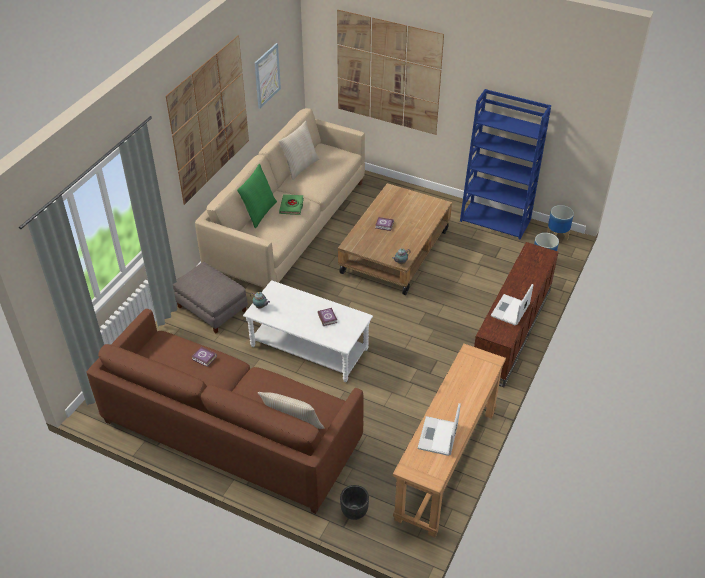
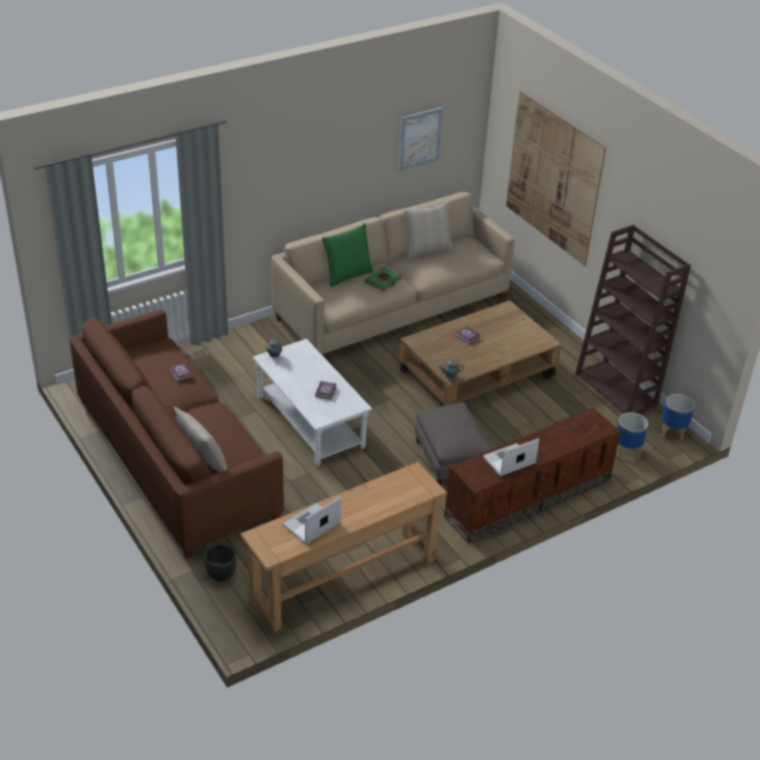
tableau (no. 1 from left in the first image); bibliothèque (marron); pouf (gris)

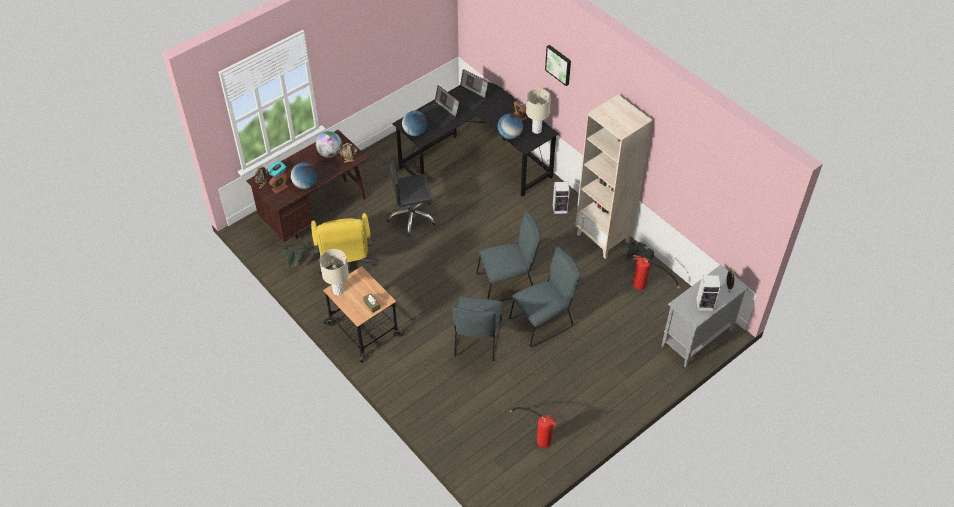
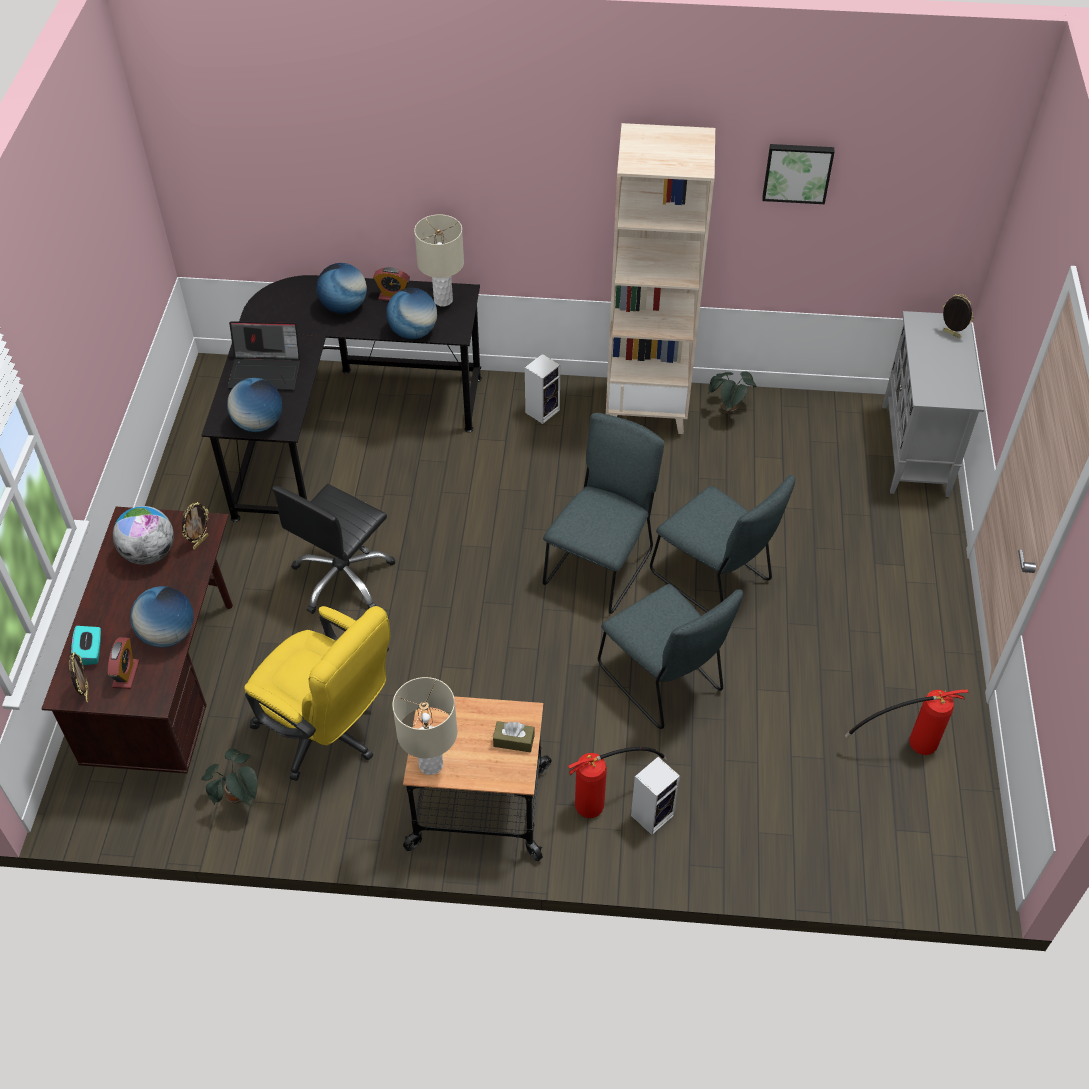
tableau; ordinateur portable (no. 2 from left in the first image); chaise (gris) (no. 3 from left); extincteur (no. 1 from left); enceinte (no. 2 from left); globe (no. 4 from left)

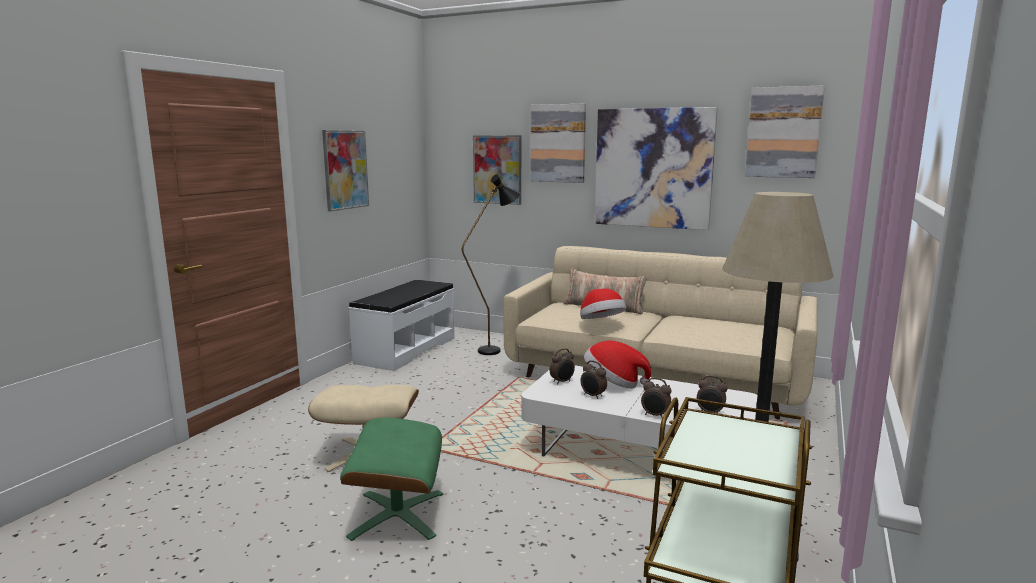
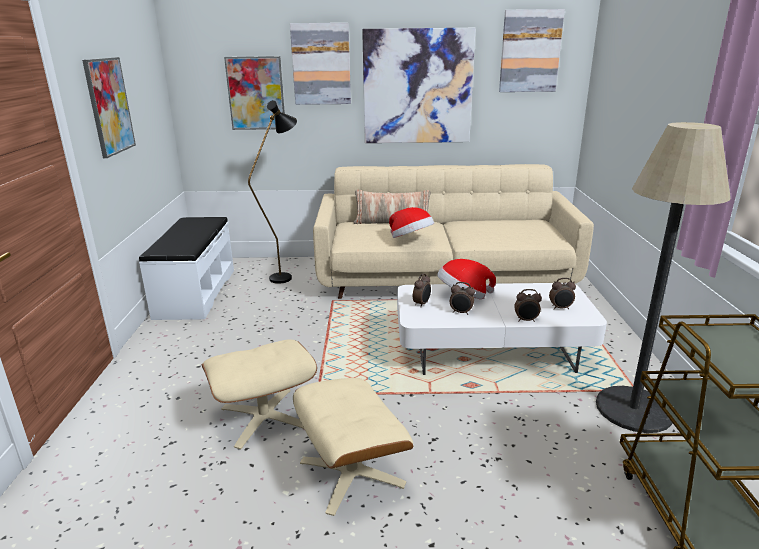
pouf (beige) (no. 2 from left)

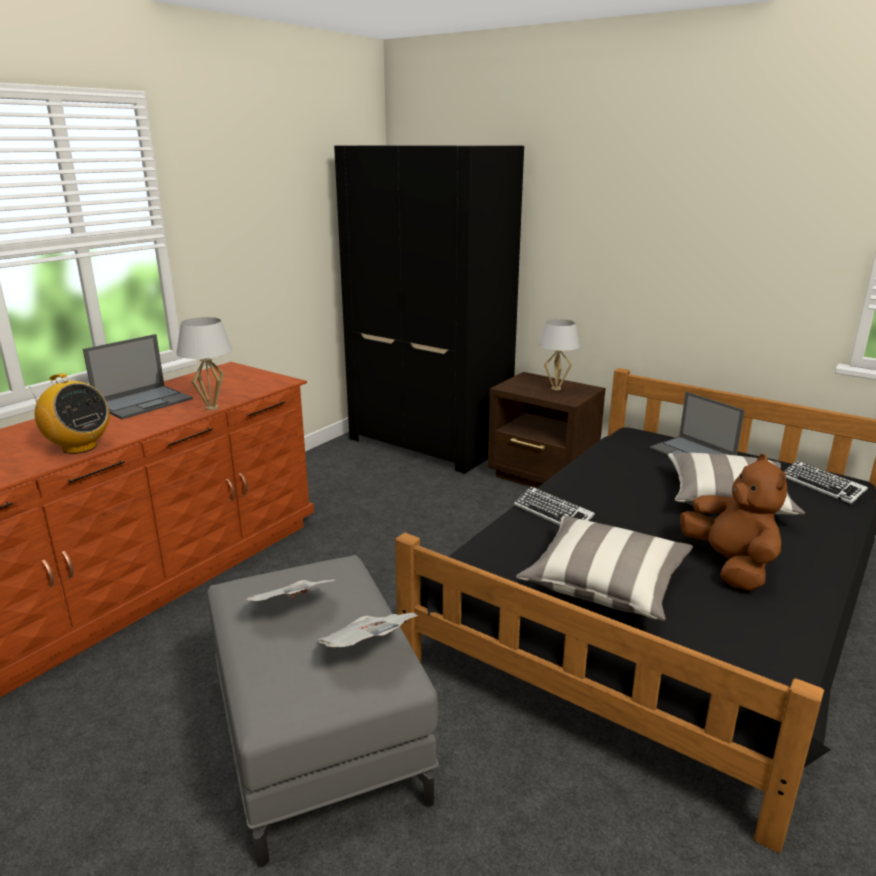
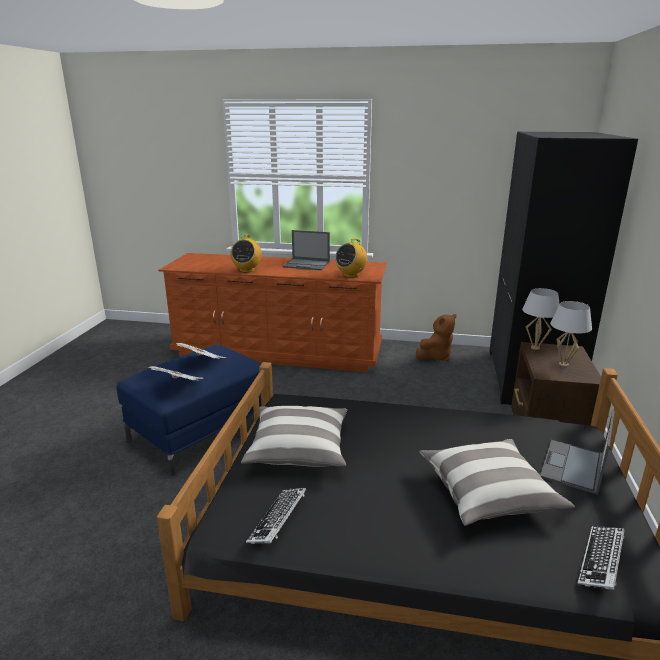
lampe de table (blanc) (no. 1 from left); peluche (marron); clavier (no. 1 from left); pouf (bleu); radio (no. 2 from left)

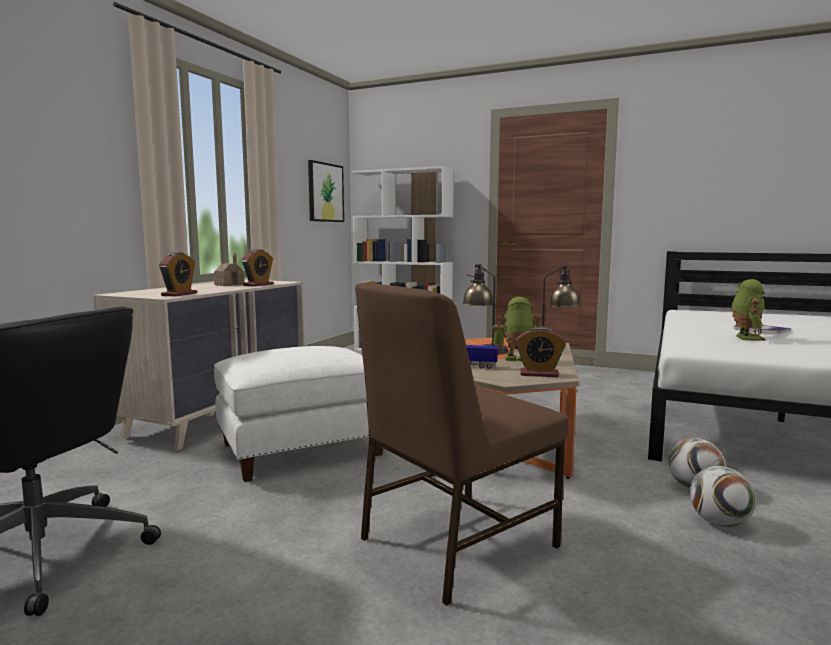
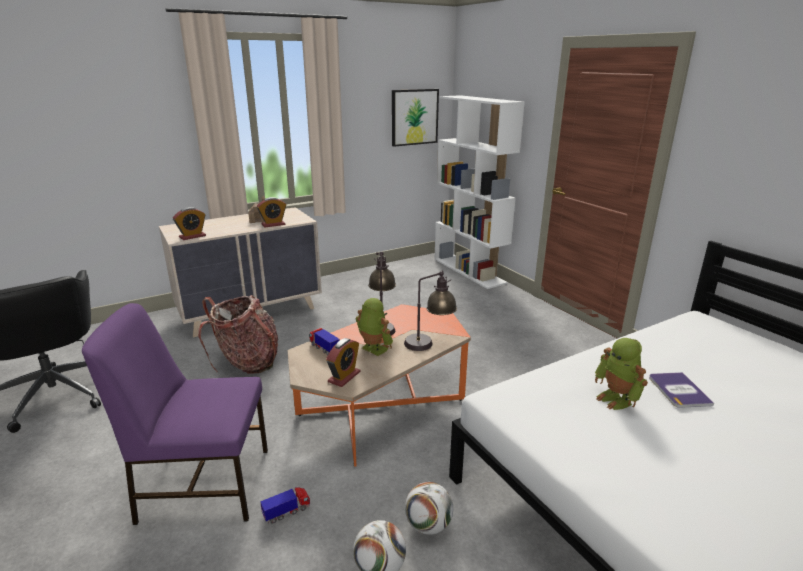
robot jouet (no. 2 from left); chaise (violet); réveil (no. 3 from left); sac à dos; camion jouet (no. 1 from left)

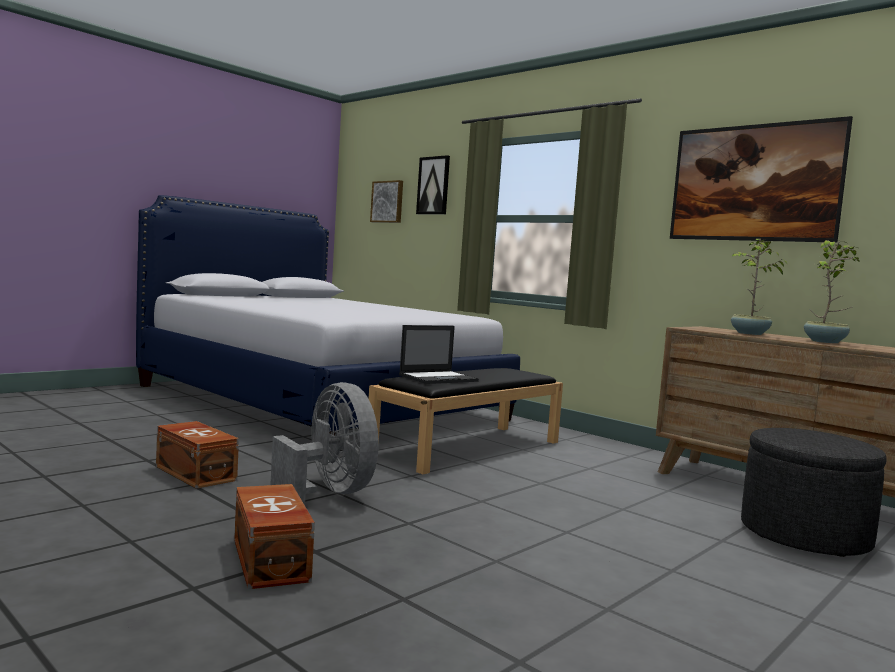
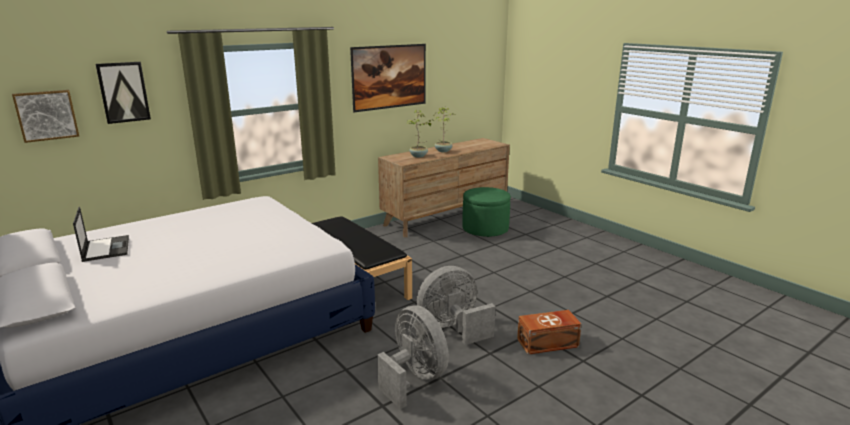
ordinateur portable; ventilateur (gris) (no. 1 from left); pouf (vert)

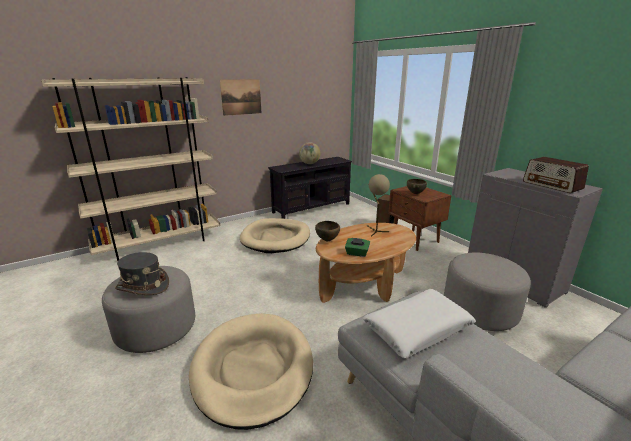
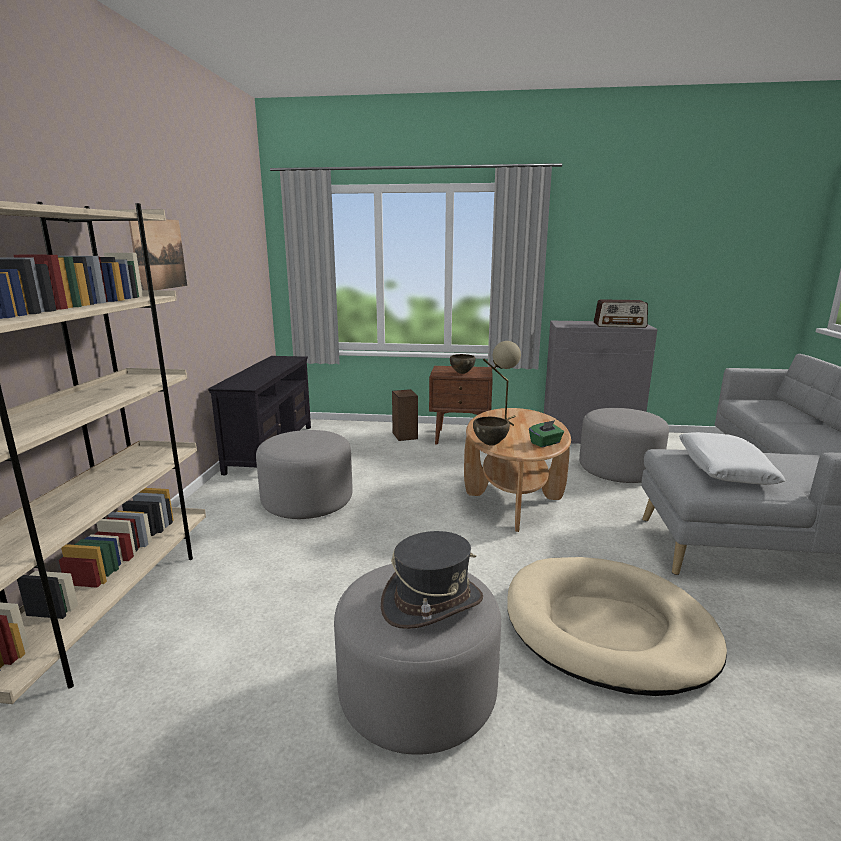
globe; pouf (gris) (no. 1 from left)

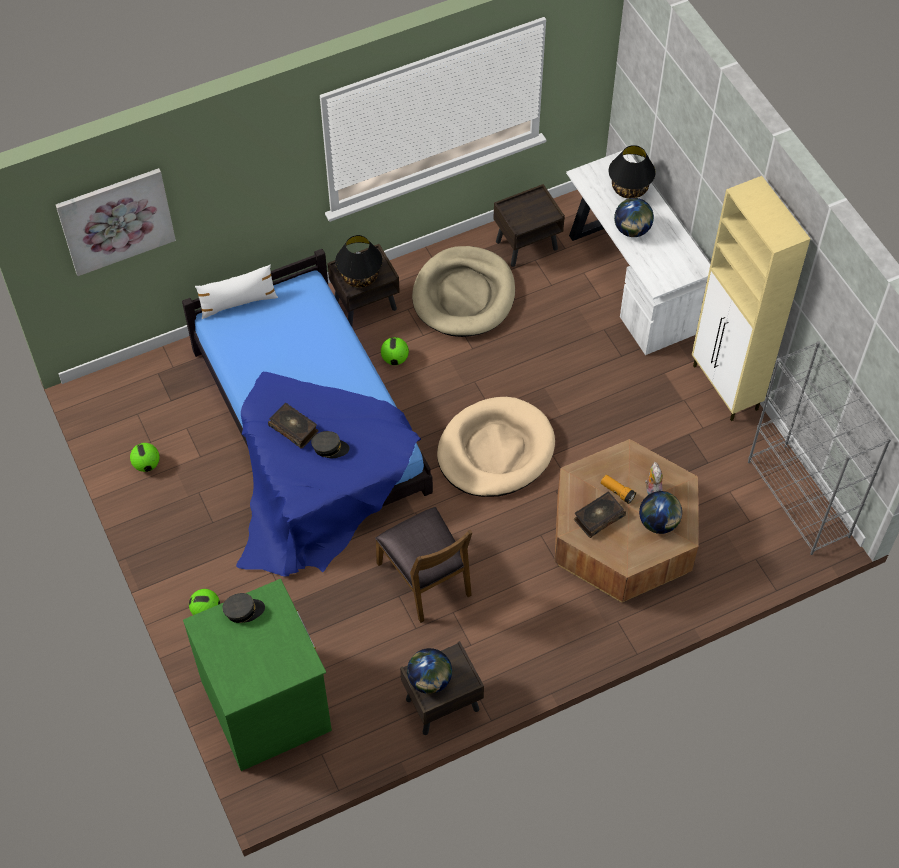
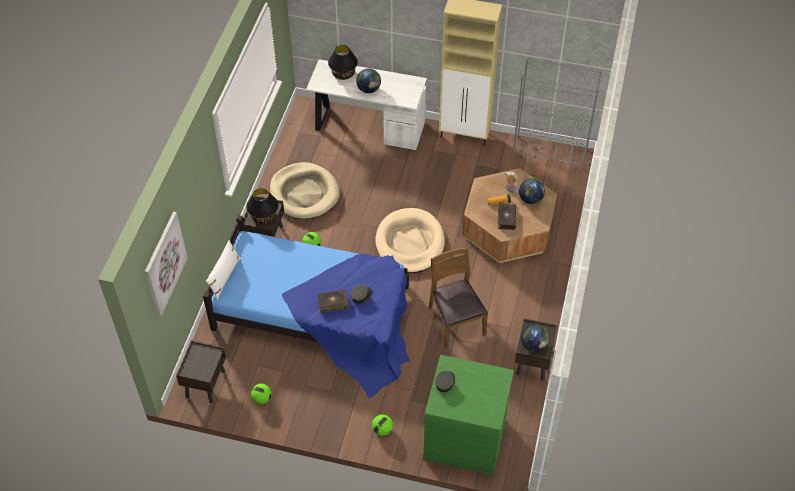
table de chevet (marron) (no. 1 from left); chaise (marron)

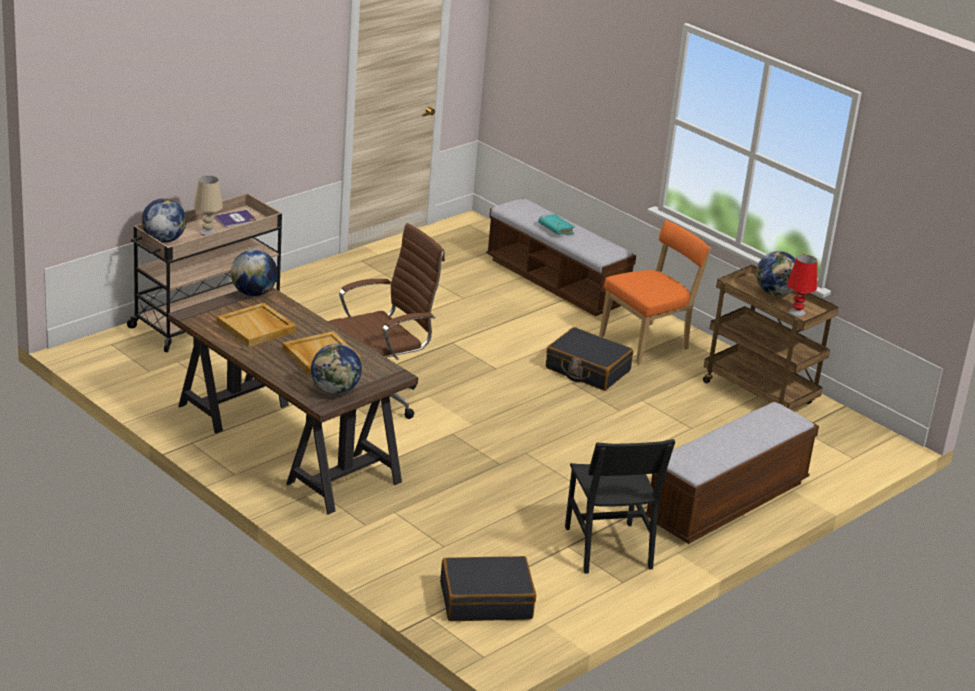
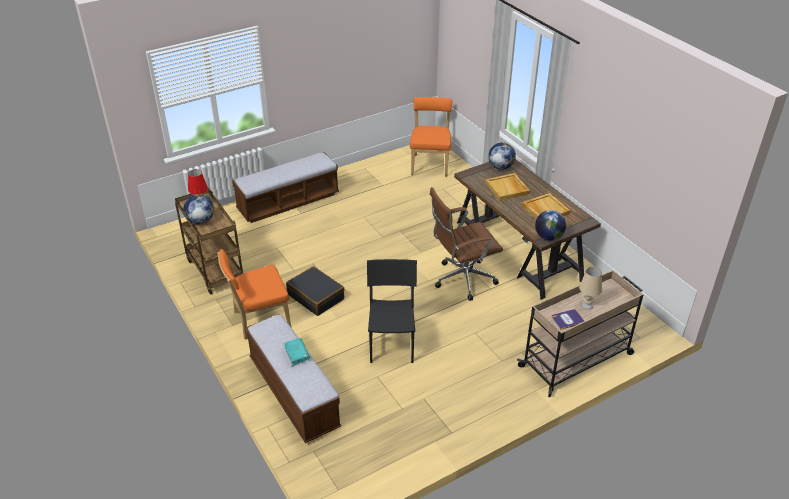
globe (no. 1 from left in the first image); chaise (noir); chaise (orange) (no. 2 from left)

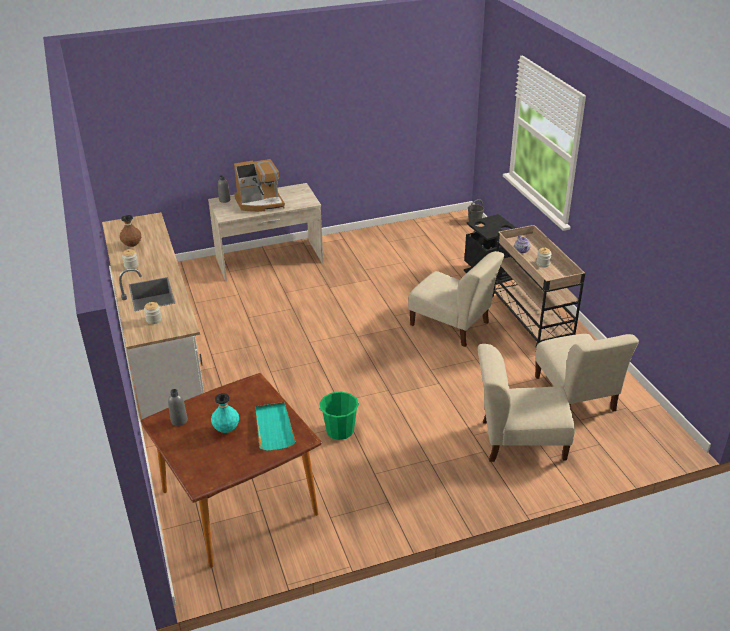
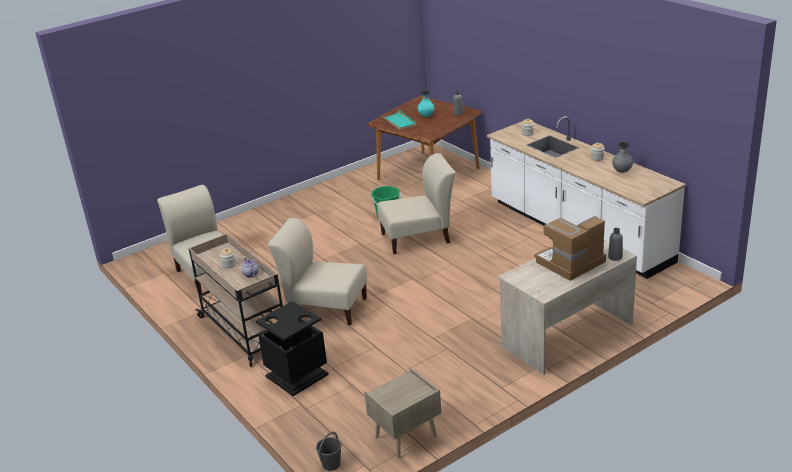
vase (gris); chaise (beige) (no. 3 from left); table de chevet (beige)

